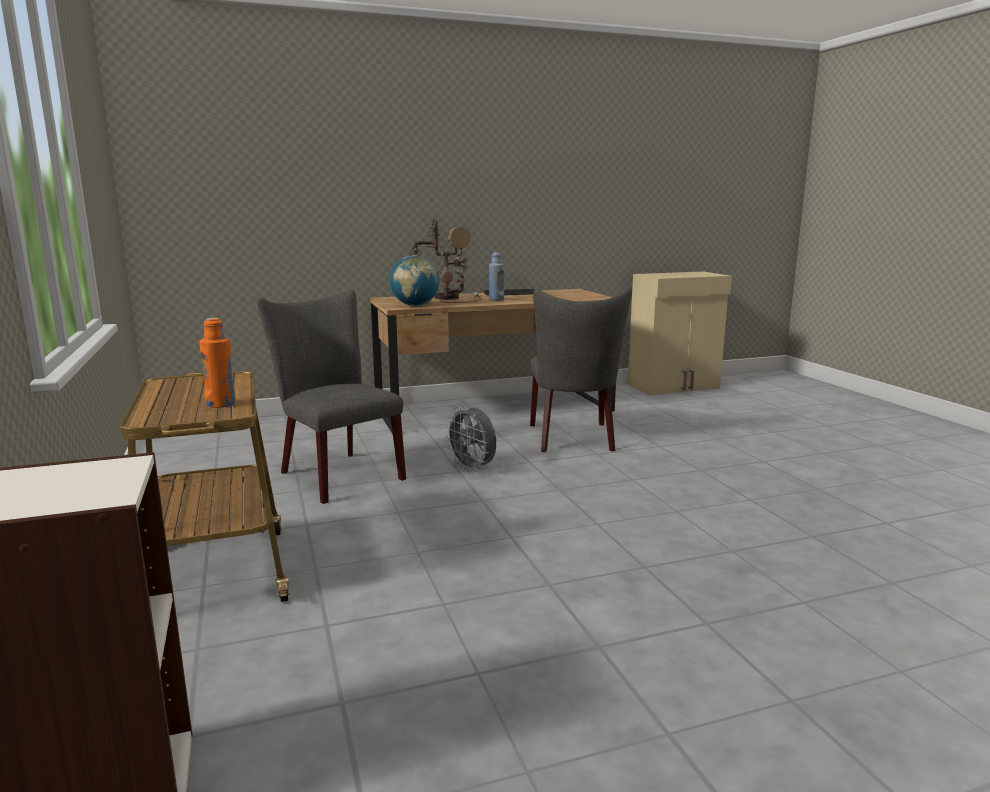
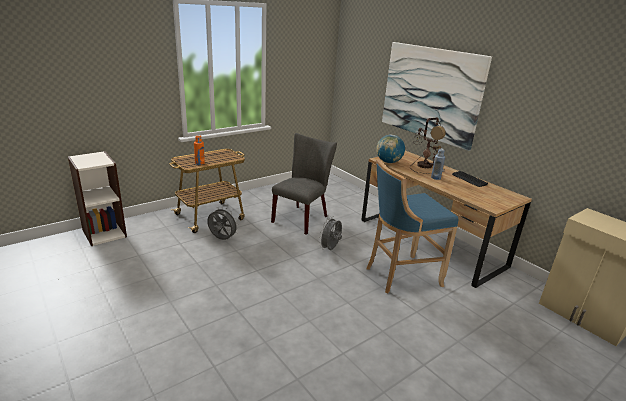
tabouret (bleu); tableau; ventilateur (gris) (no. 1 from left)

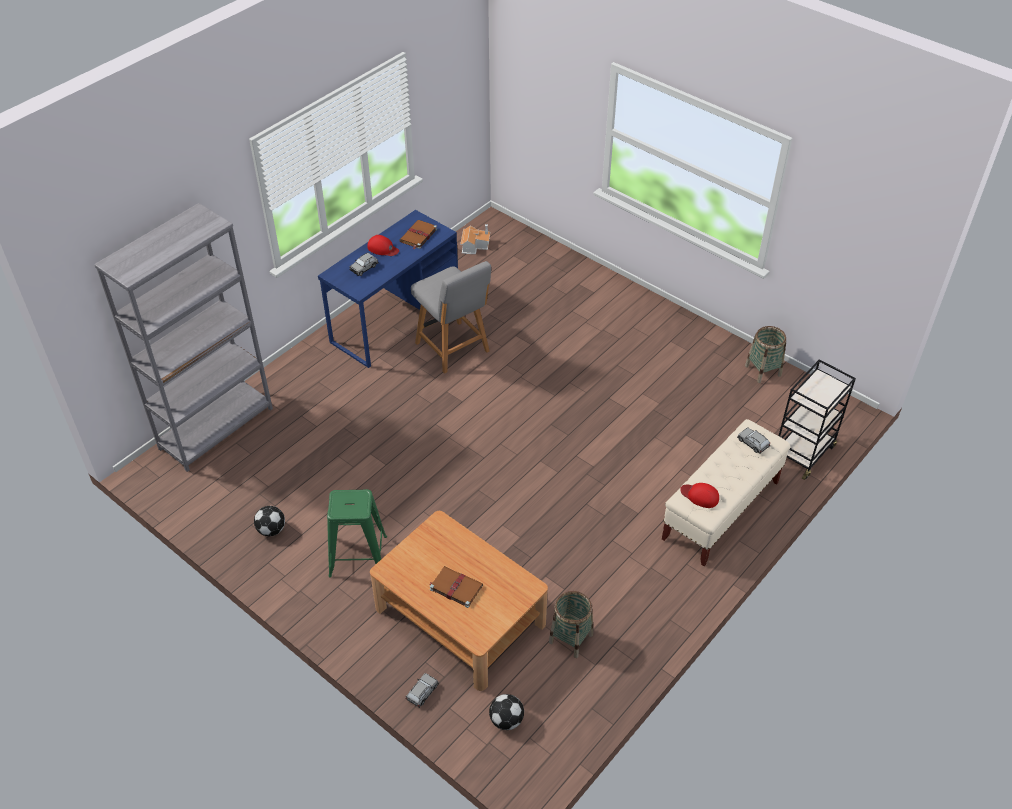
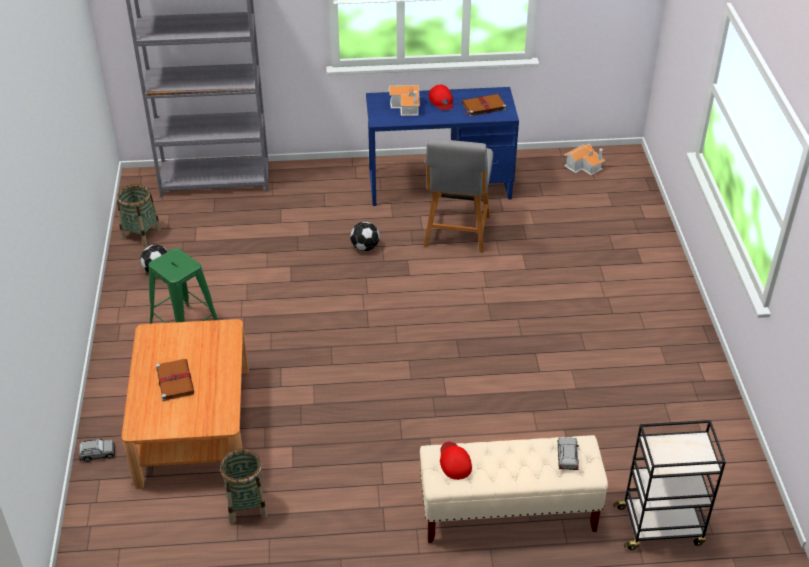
maison miniature (no. 1 from left); panier (no. 1 from left); ballon de foot (no. 2 from left)

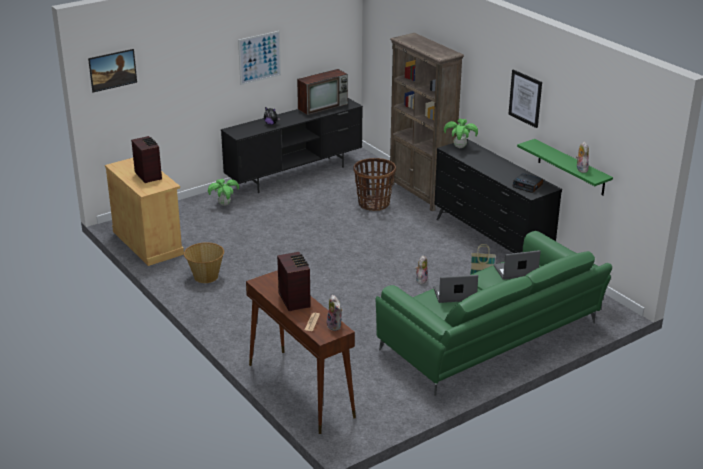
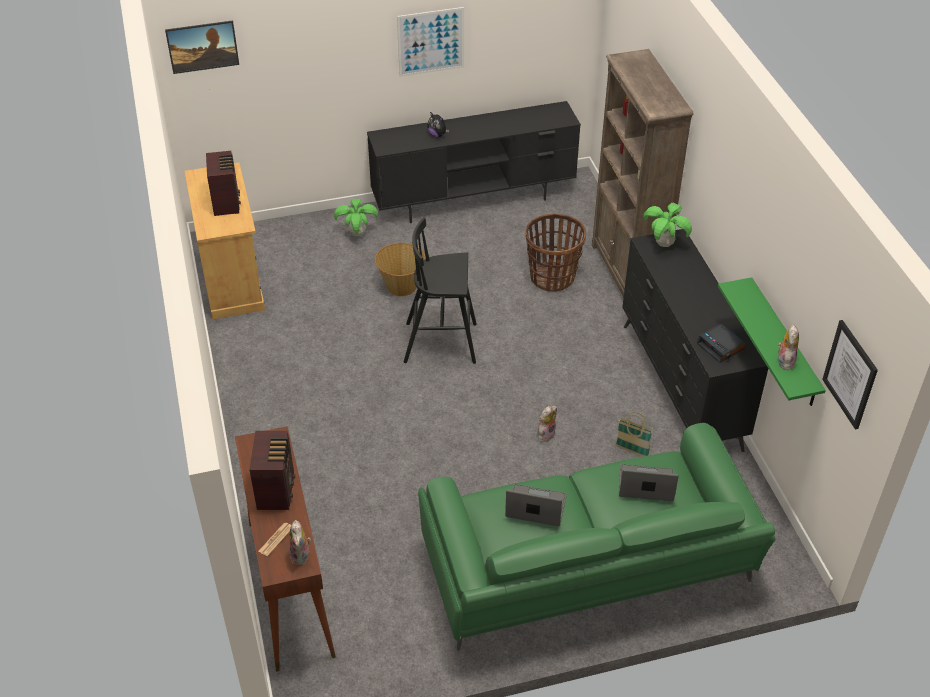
téléviseur; tableau (no. 3 from left); panier (no. 1 from left); tabouret (noir)

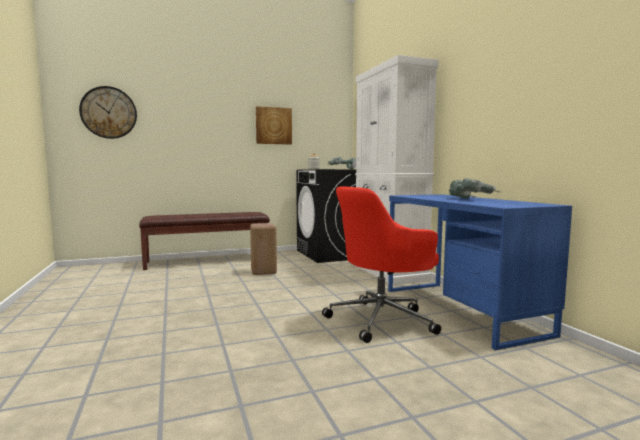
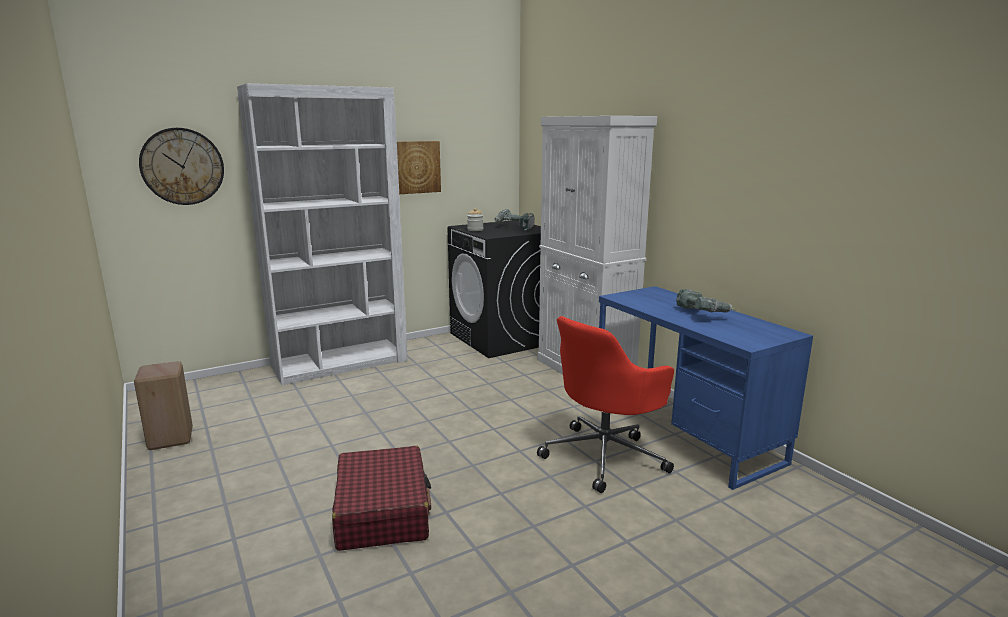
bibliothèque (blanc); tabouret (beige); valise (rouge)

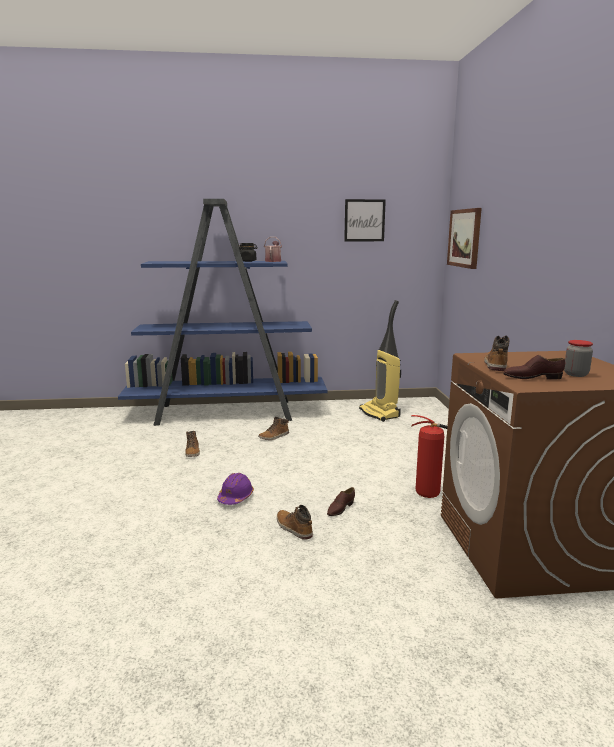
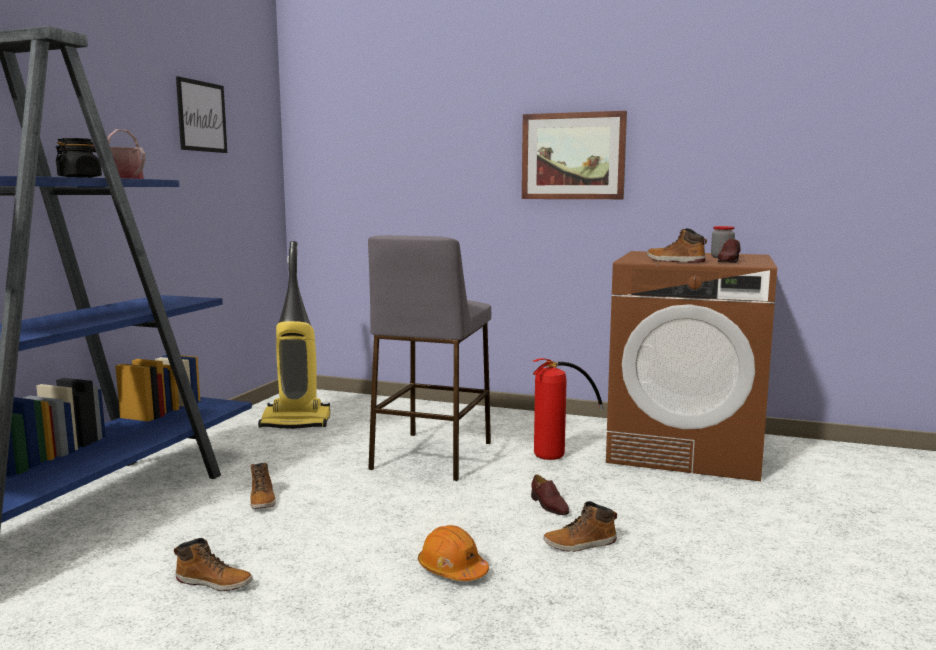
tableau (no. 2 from left); casque de chantier (orange); tabouret (gris)

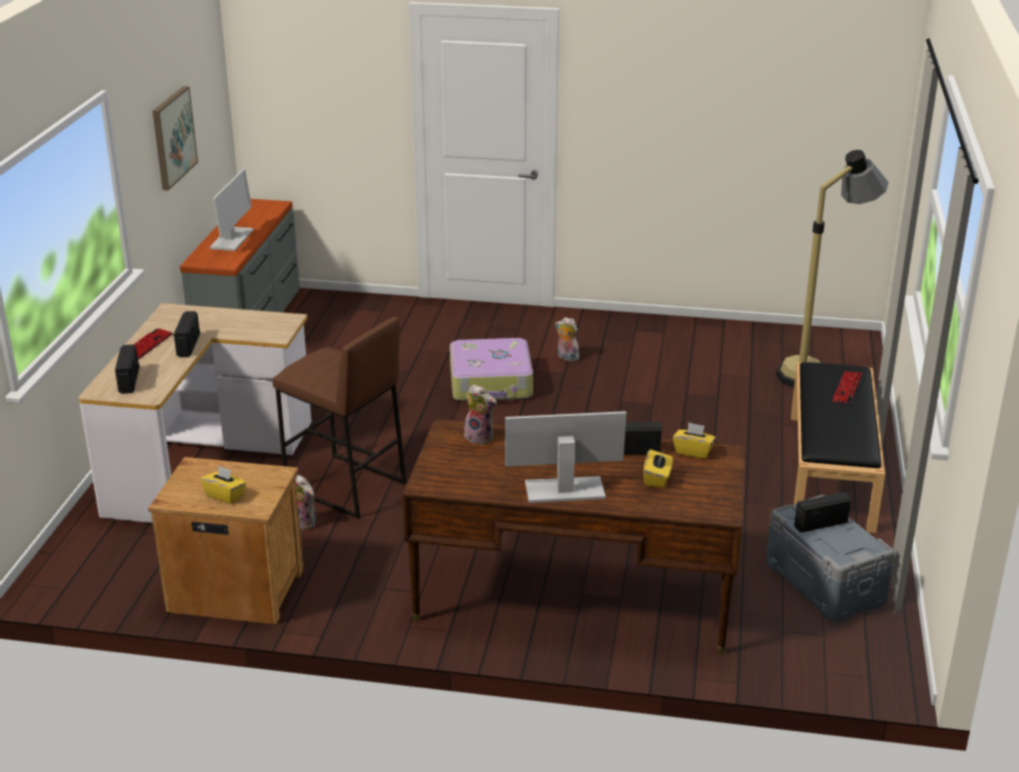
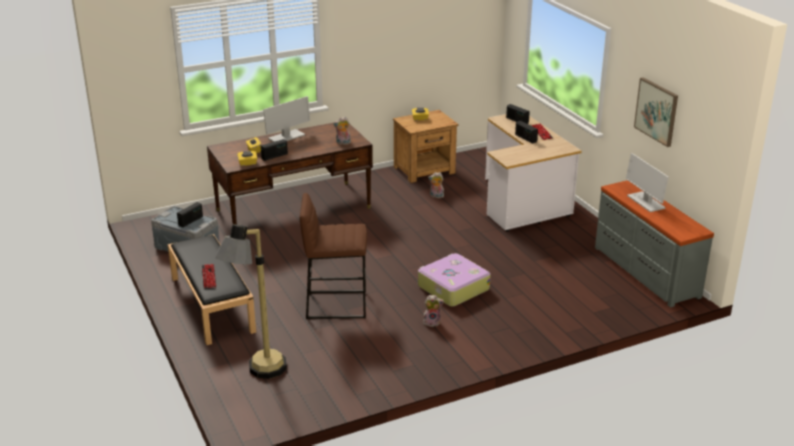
tabouret (marron)

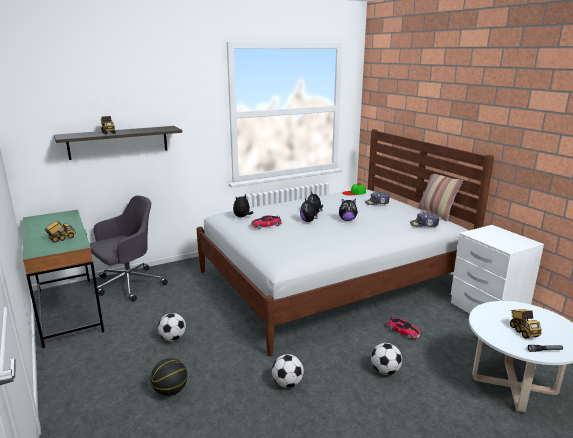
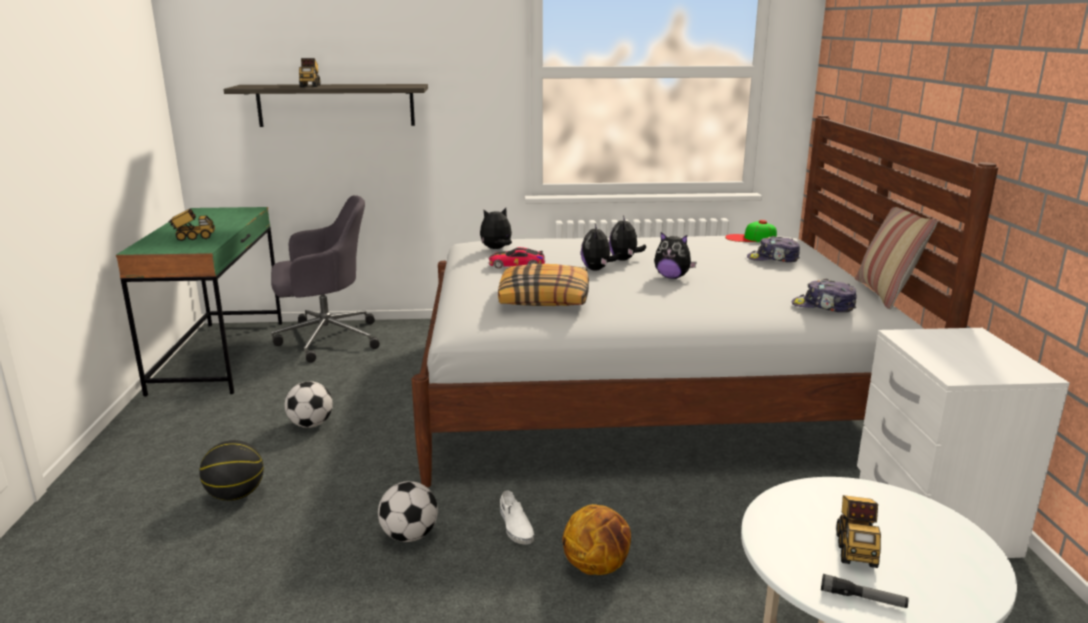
petite voiture (no. 2 from left in the first image); ballon de basket (no. 2 from left); coussin (no. 1 from left); chaussure (blanc)

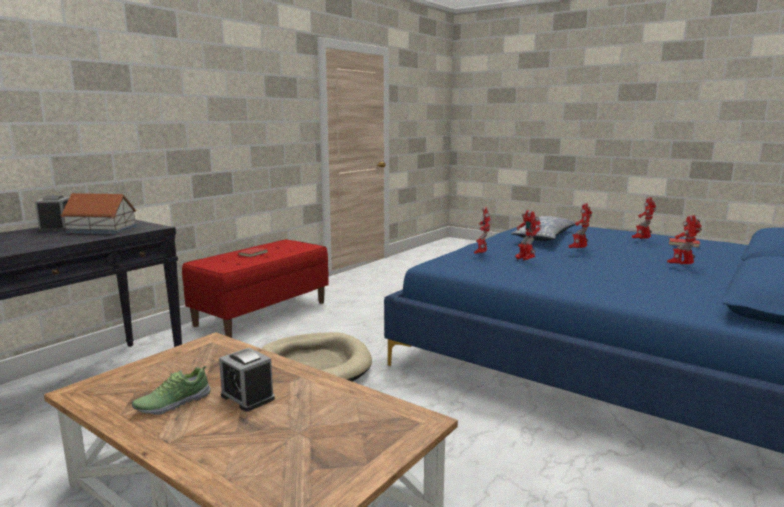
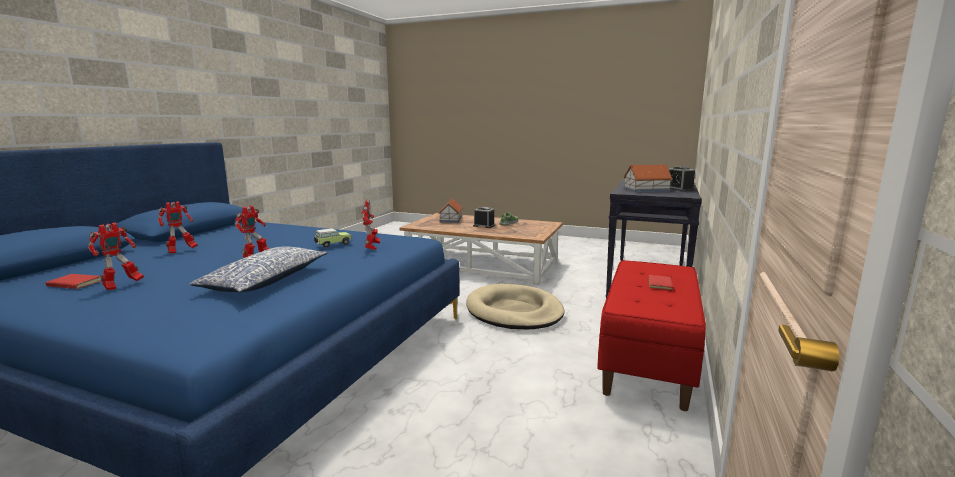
petite voiture; maison miniature (no. 1 from left)

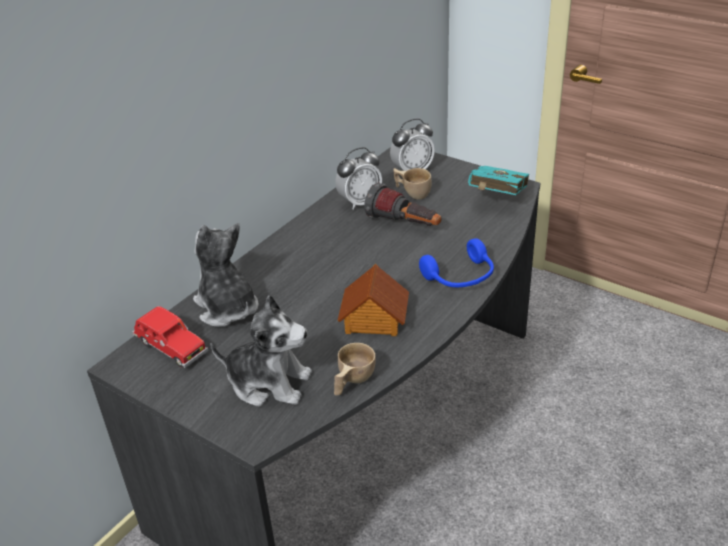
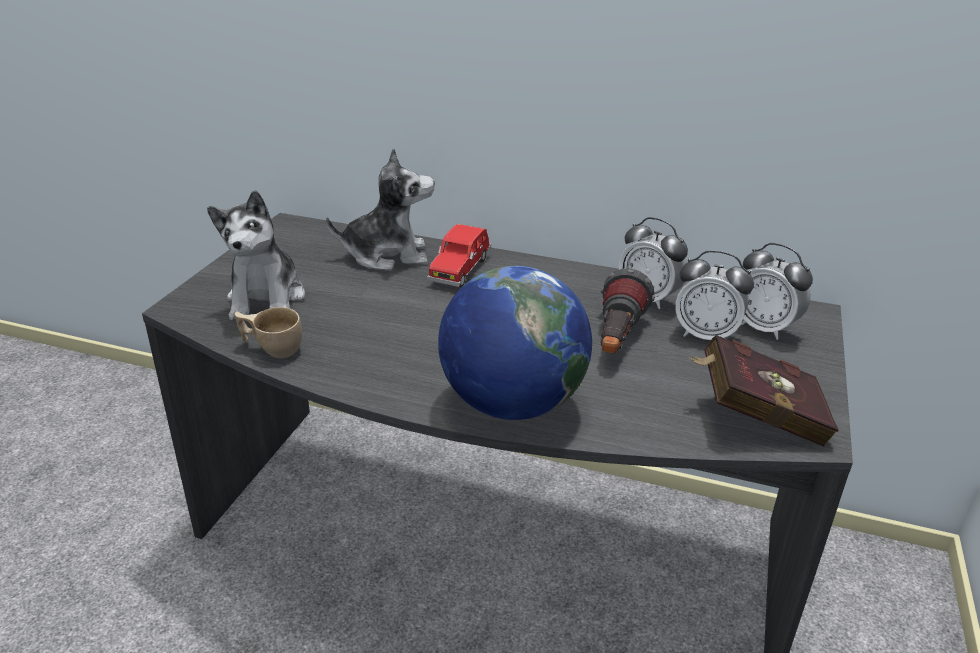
livre (rouge); réveil (no. 2 from left); peluche (no. 2 from left); globe; maison miniature; petite voiture (rouge)

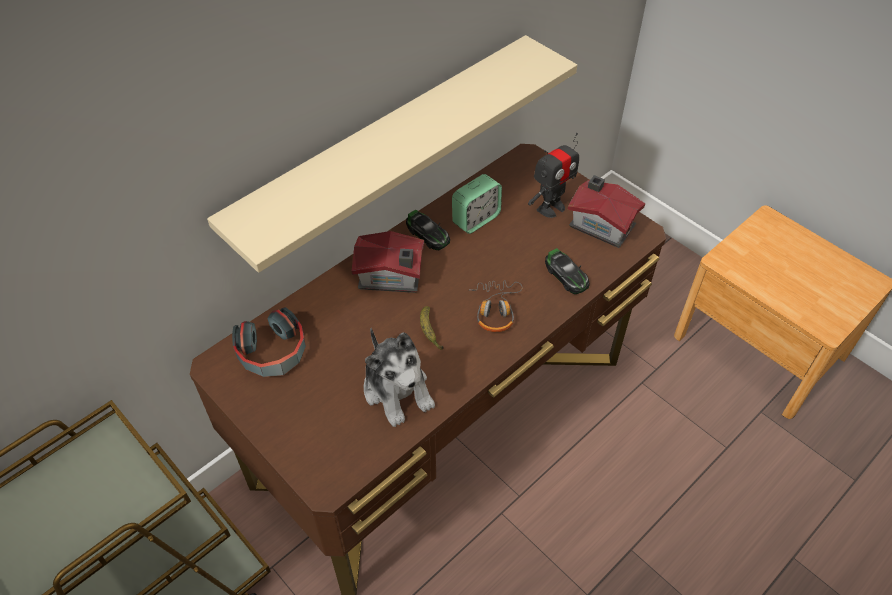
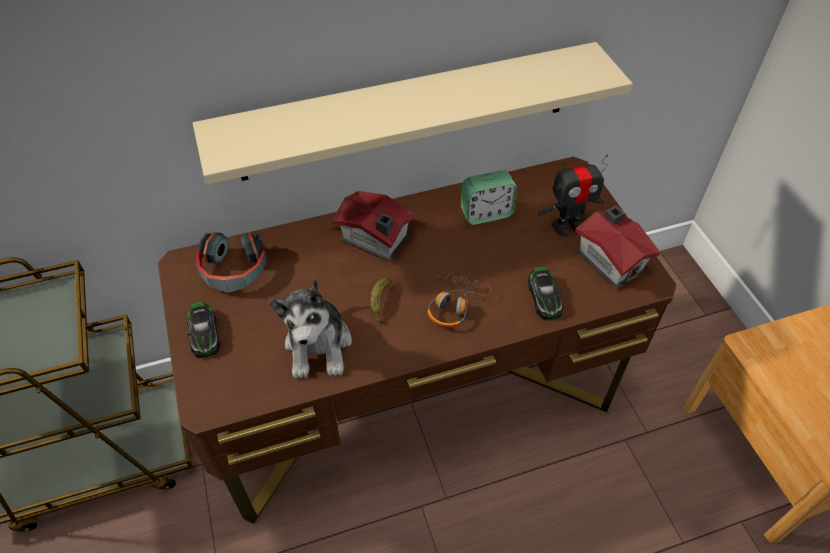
petite voiture (no. 1 from left)

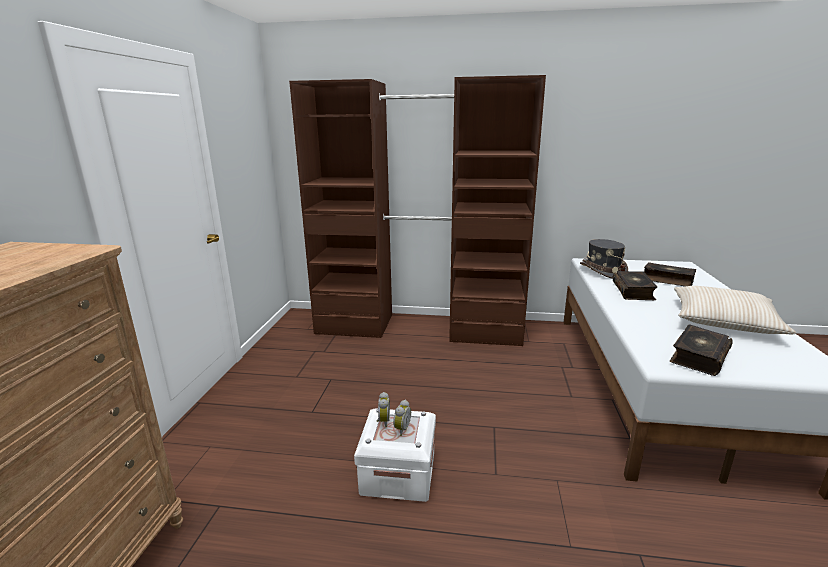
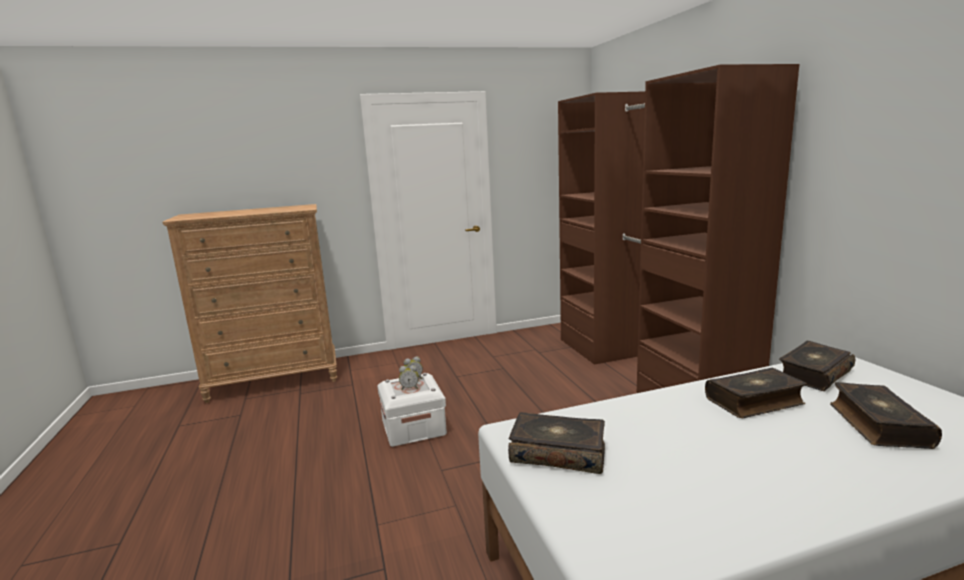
livre (no. 3 from left); coussin (beige)

